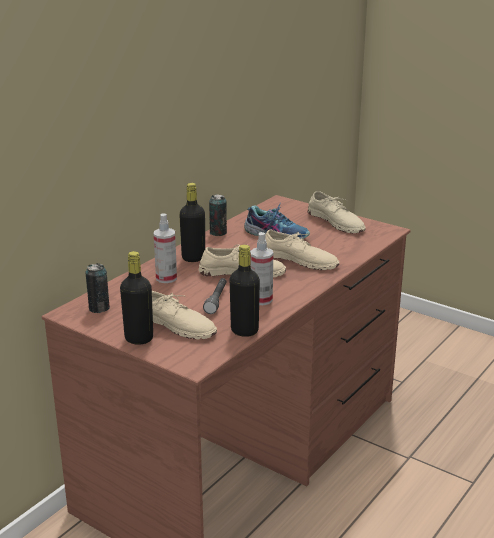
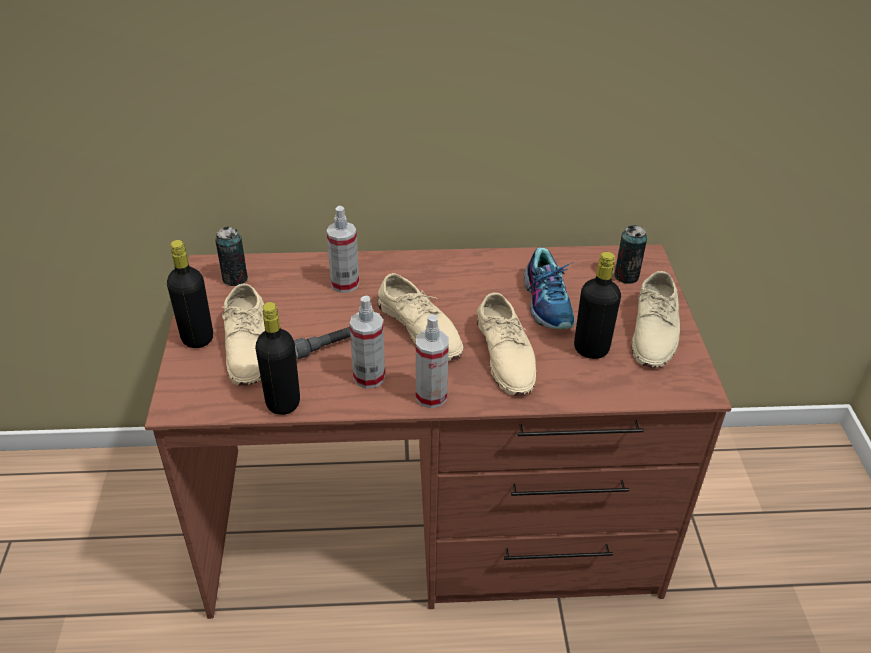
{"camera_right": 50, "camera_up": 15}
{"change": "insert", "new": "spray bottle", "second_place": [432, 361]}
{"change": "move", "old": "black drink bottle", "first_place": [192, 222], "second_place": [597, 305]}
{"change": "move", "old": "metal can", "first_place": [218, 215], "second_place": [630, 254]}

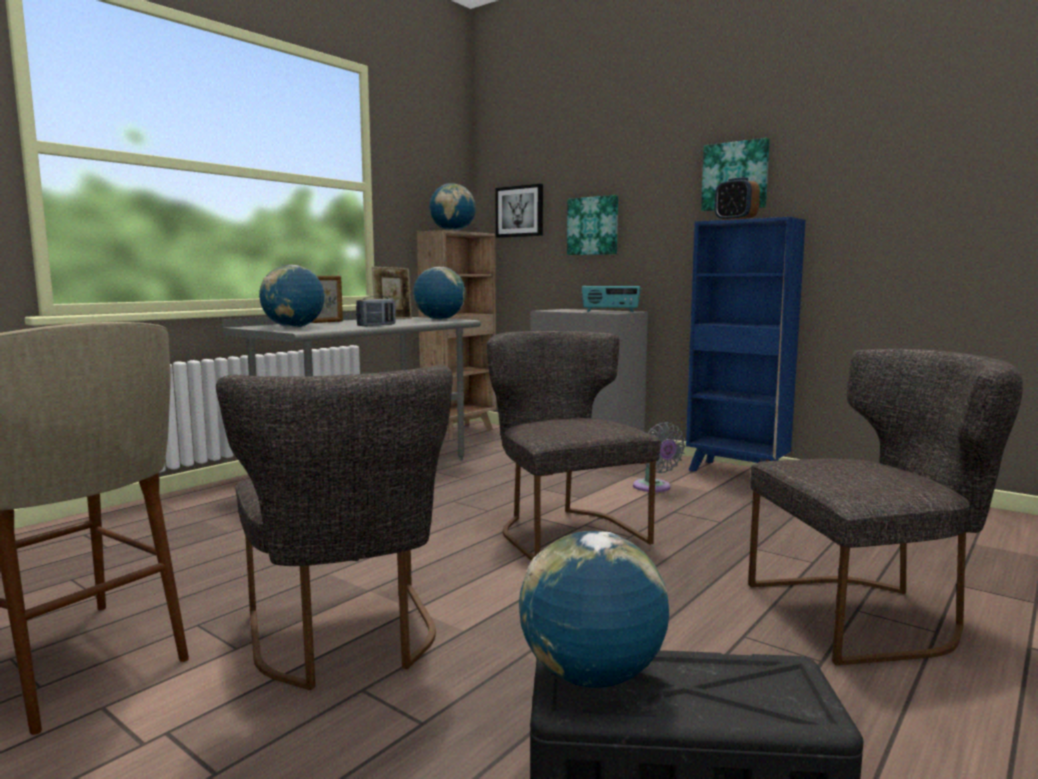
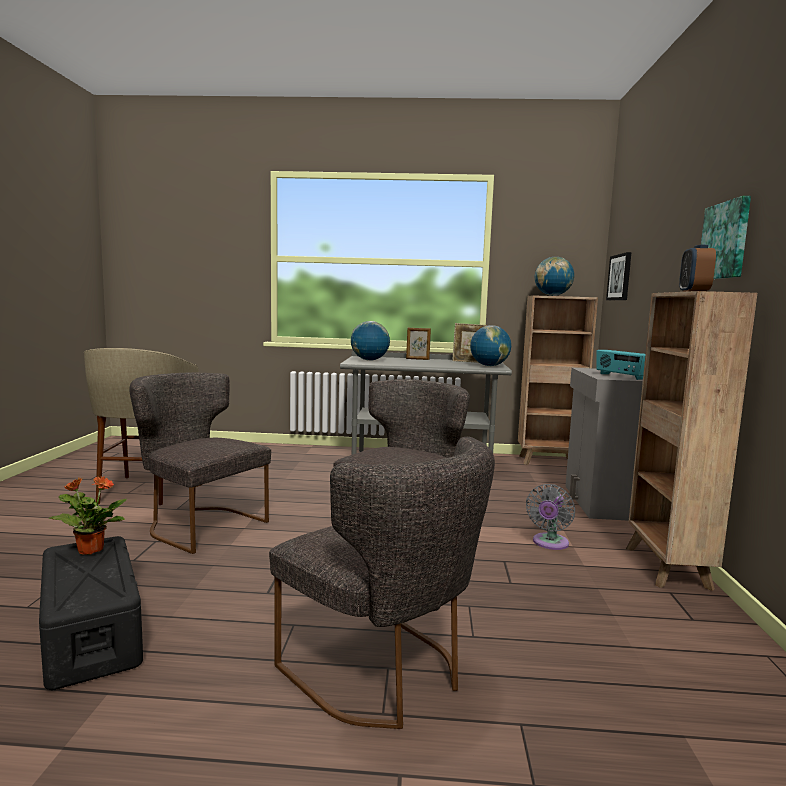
{"camera_right": 55, "camera_up": 0}
{"change": "replace", "old": "world globe", "new": "potted plant", "first_place": [594, 609], "second_place": [88, 515]}
{"change": "rotate", "old": "grey plain chair", "first_place": [334, 527], "second_place": [200, 463], "degrees": 90}
{"change": "recolor", "old": "blue-coloured shelving unit", "new": "brown-coloured shelving unit", "first_place": [746, 344], "second_place": [691, 441]}
{"change": "delete", "old": "radio receiver", "first_place": [376, 311]}
{"change": "delete", "old": "wall picture", "first_place": [592, 225]}

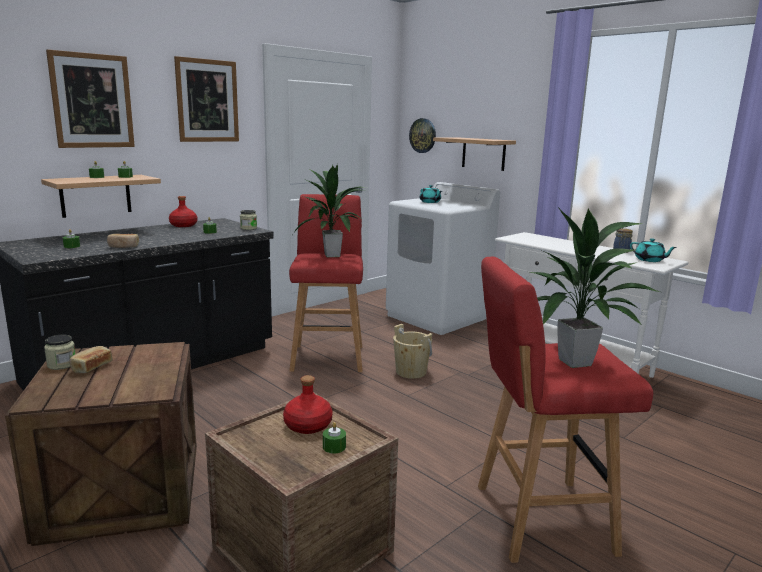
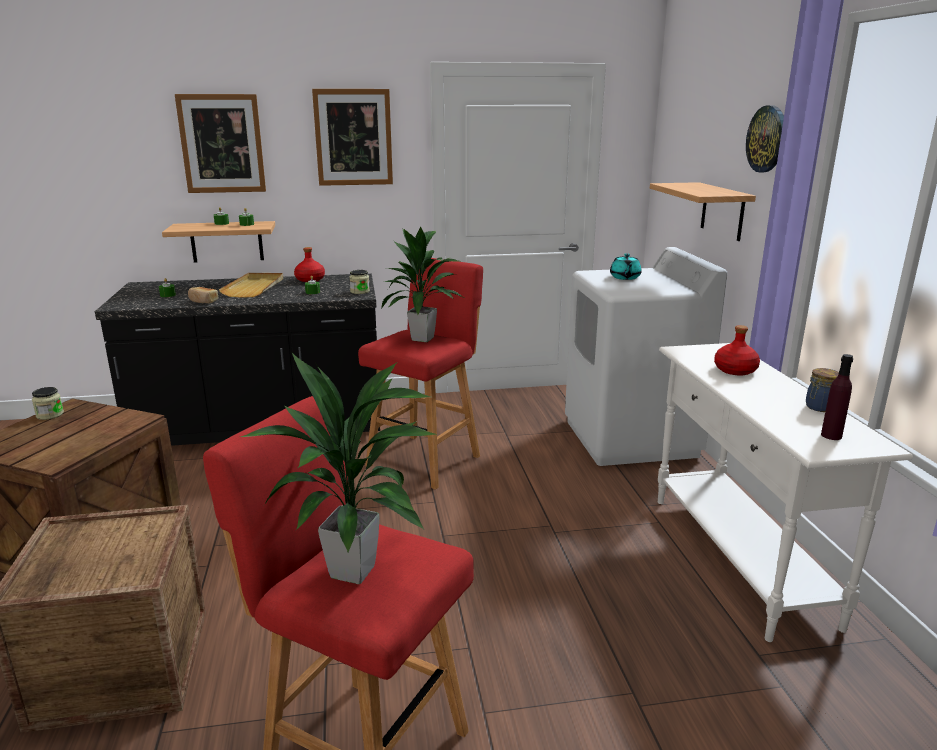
{"camera_right": 35, "camera_up": 5}
{"change": "insert", "new": "beige-coloured carrying tray", "second_place": [251, 285]}
{"change": "move", "old": "red drink bottle", "first_place": [308, 404], "second_place": [737, 350]}
{"change": "move", "old": "hanging clock", "first_place": [422, 135], "second_place": [765, 139]}
{"change": "replace", "old": "turquoise teapot", "new": "purple drink bottle", "first_place": [653, 250], "second_place": [837, 397]}
{"change": "delete", "old": "baked bread", "first_place": [91, 359]}
{"change": "delete", "old": "green-coloured candle", "first_place": [334, 438]}
{"change": "delete", "old": "beige-coloured pail", "first_place": [412, 351]}

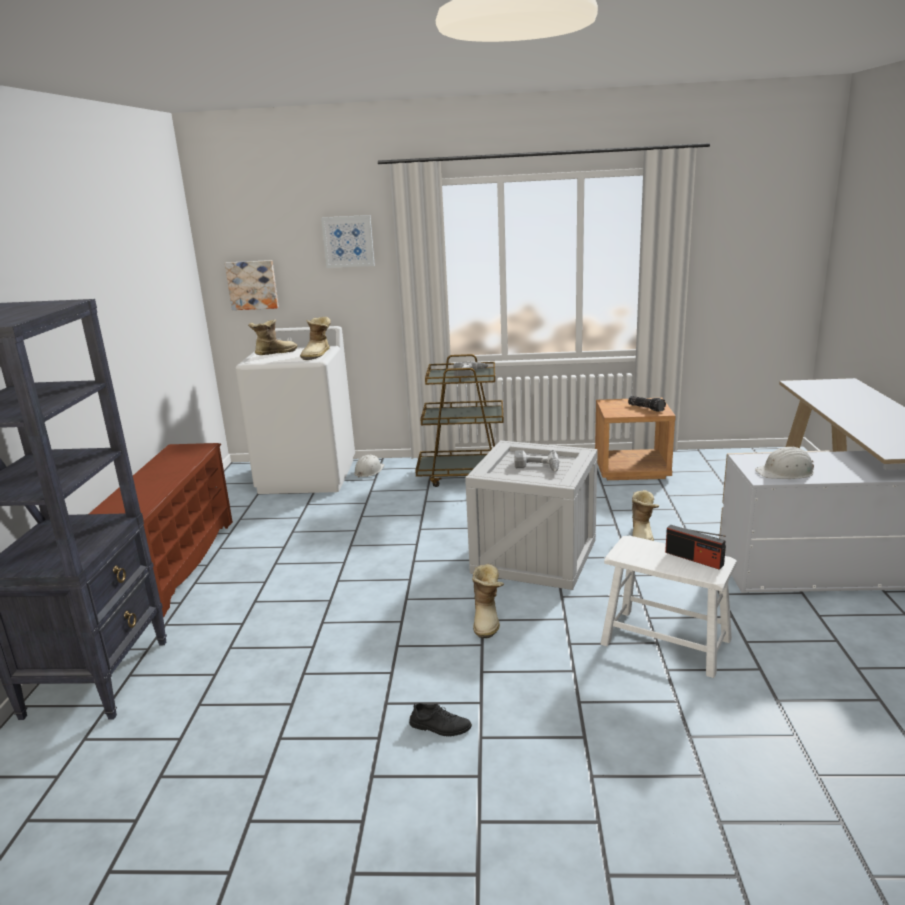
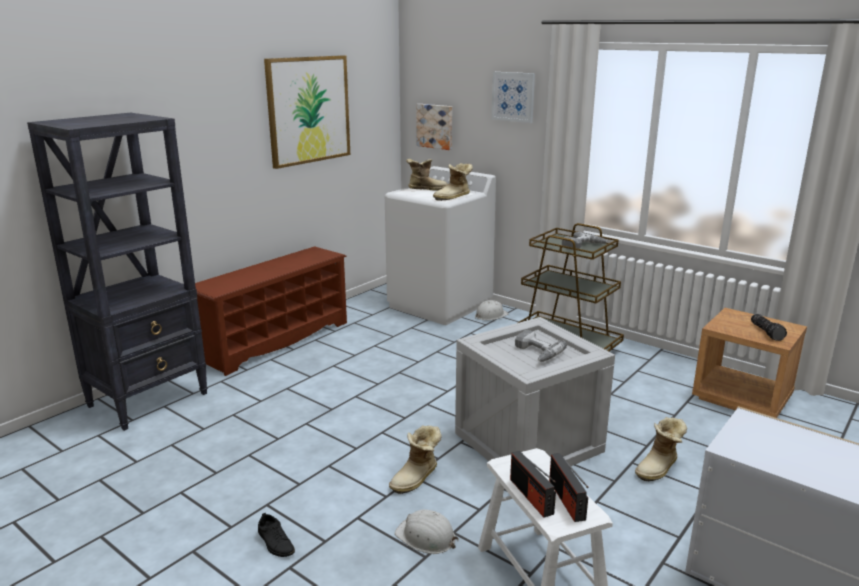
{"camera_right": 35, "camera_up": 0}
{"change": "insert", "new": "wall picture", "second_place": [307, 112]}
{"change": "move", "old": "white-coloured work helmet", "first_place": [784, 462], "second_place": [427, 532]}
{"change": "insert", "new": "radio receiver", "second_place": [533, 484]}

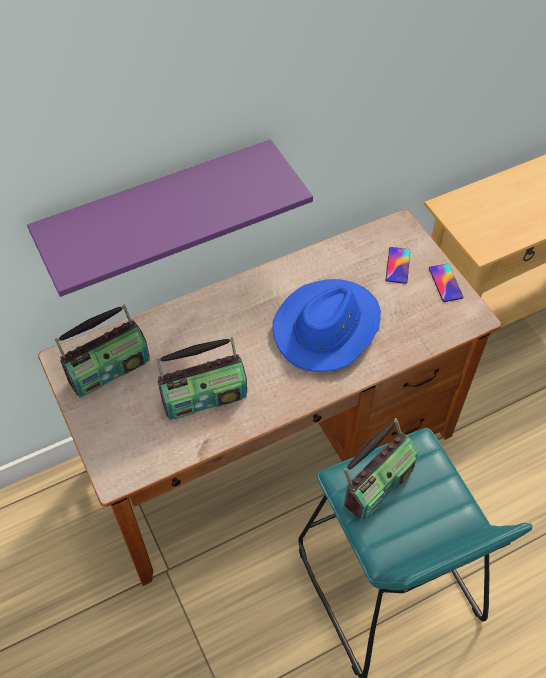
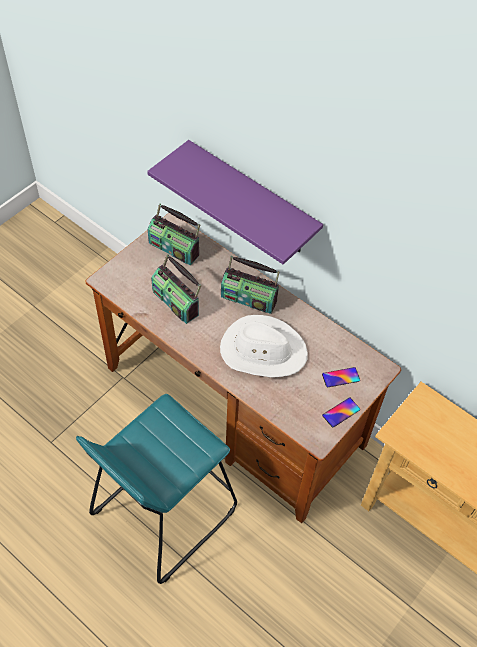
{"camera_right": 65, "camera_up": 0}
{"change": "recolor", "old": "blue-coloured wearable hat", "new": "white-coloured wearable hat", "first_place": [326, 325], "second_place": [264, 346]}
{"change": "move", "old": "radio receiver", "first_place": [380, 469], "second_place": [250, 285]}

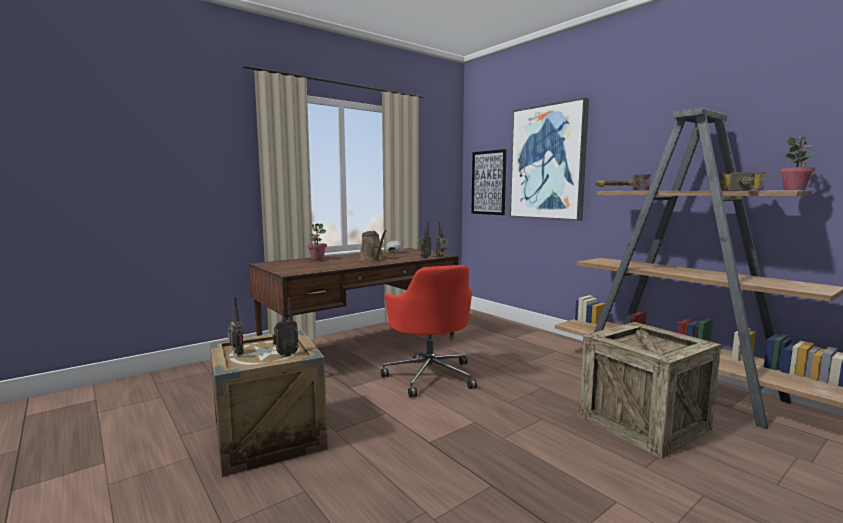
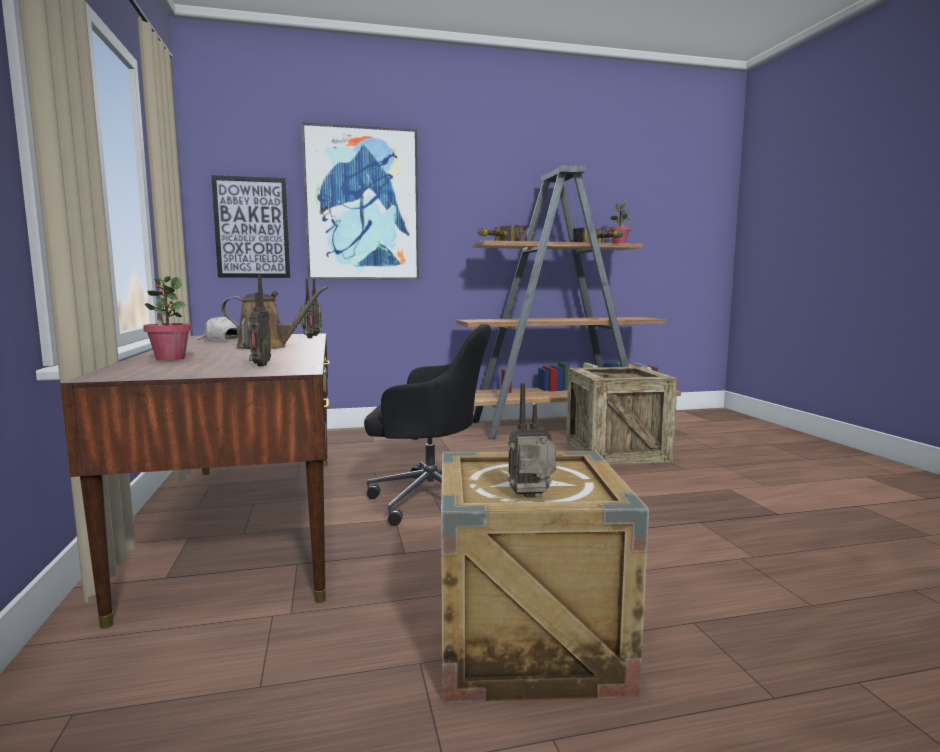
{"camera_right": -65, "camera_up": 0}
{"change": "move", "old": "radio receiver", "first_place": [286, 327], "second_place": [256, 320]}
{"change": "recolor", "old": "red computer chair", "new": "black computer chair", "first_place": [429, 331], "second_place": [427, 425]}

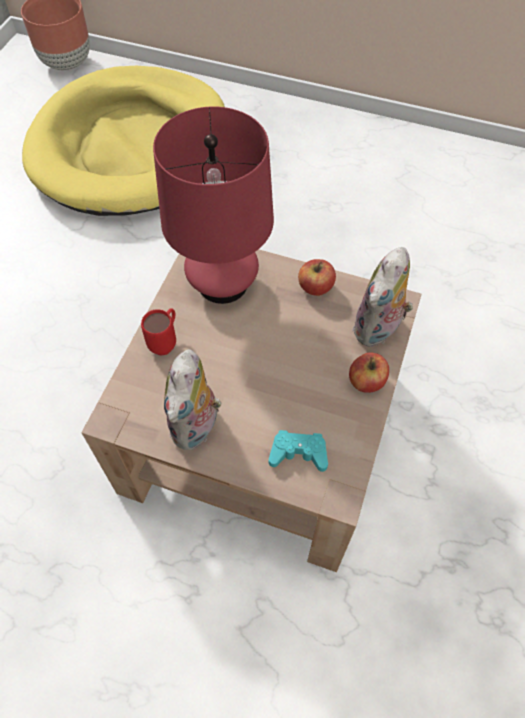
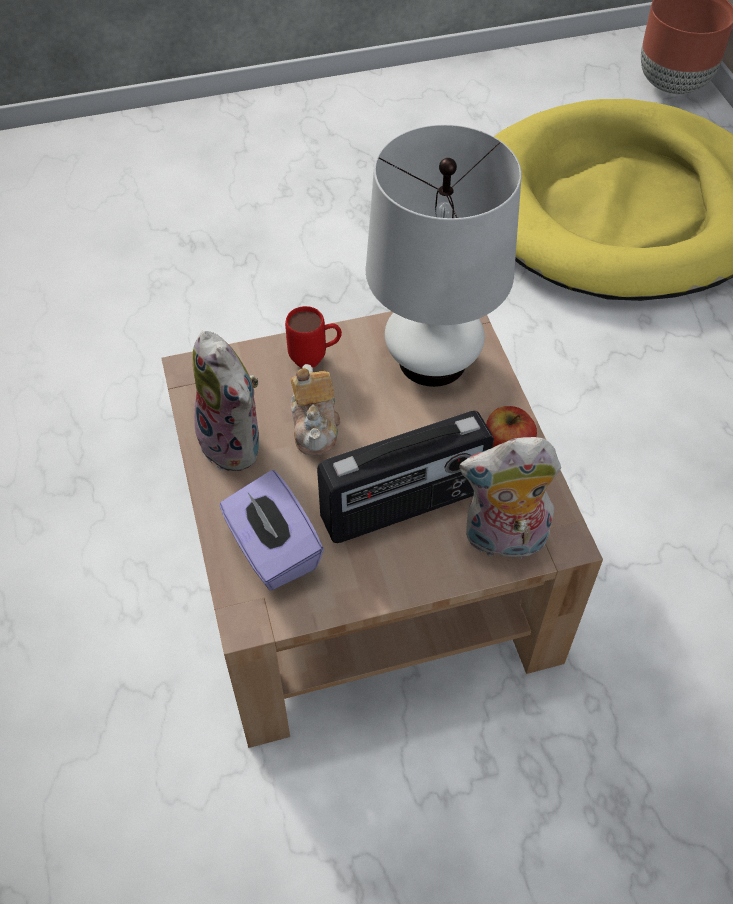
{"camera_right": 55, "camera_up": -5}
{"change": "rotate", "old": "plush toy", "first_place": [192, 399], "second_place": [226, 401], "degrees": -105}
{"change": "replace", "old": "turquoise game controller", "new": "purple tissue holder", "first_place": [298, 451], "second_place": [271, 530]}
{"change": "insert", "new": "teapot", "second_place": [315, 409]}
{"change": "insert", "new": "radio receiver", "second_place": [405, 477]}
{"change": "recolor", "old": "red table lamp", "new": "white-coloured table lamp", "first_place": [213, 205], "second_place": [444, 256]}
{"change": "delete", "old": "whole apple", "first_place": [369, 372]}

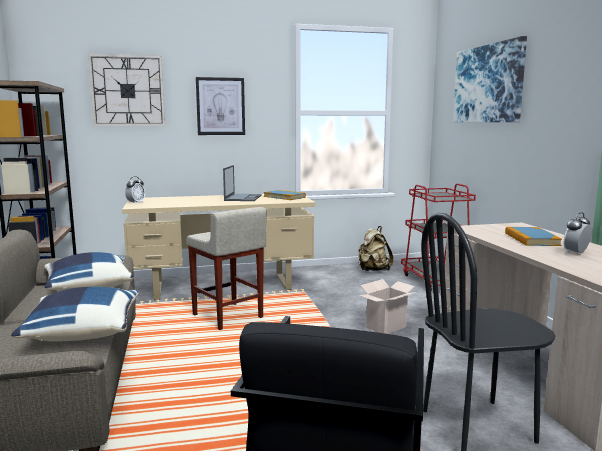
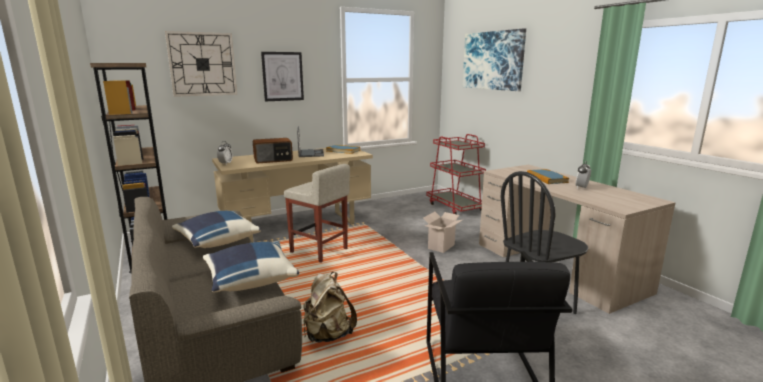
{"camera_right": -15, "camera_up": 5}
{"change": "insert", "new": "radio receiver", "second_place": [273, 150]}
{"change": "move", "old": "beige-coloured rucksack", "first_place": [375, 248], "second_place": [330, 307]}

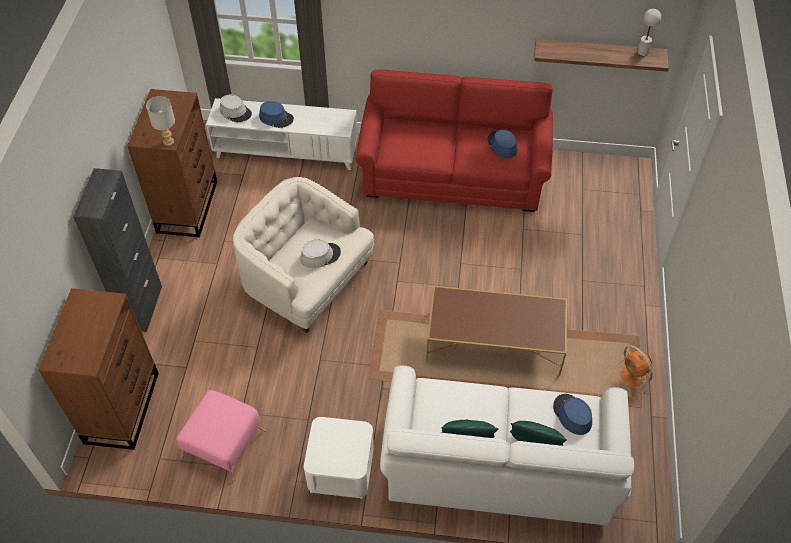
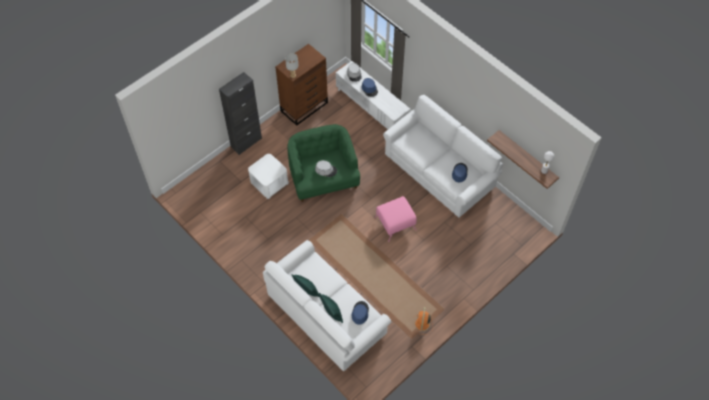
{"camera_right": 40, "camera_up": 5}
{"change": "move", "old": "white-coloured accent table", "first_place": [339, 458], "second_place": [268, 176]}
{"change": "recolor", "old": "white-coloured easy chair", "new": "green-coloured easy chair", "first_place": [303, 255], "second_place": [324, 163]}
{"change": "move", "old": "pinkish ottoman", "first_place": [221, 436], "second_place": [396, 219]}
{"change": "recolor", "old": "red couch", "new": "white-coloured couch", "first_place": [454, 140], "second_place": [443, 156]}
{"change": "delete", "old": "brown-coloured dresser", "first_place": [98, 369]}
{"change": "delete", "old": "brown-coloured lounge table", "first_place": [496, 331]}

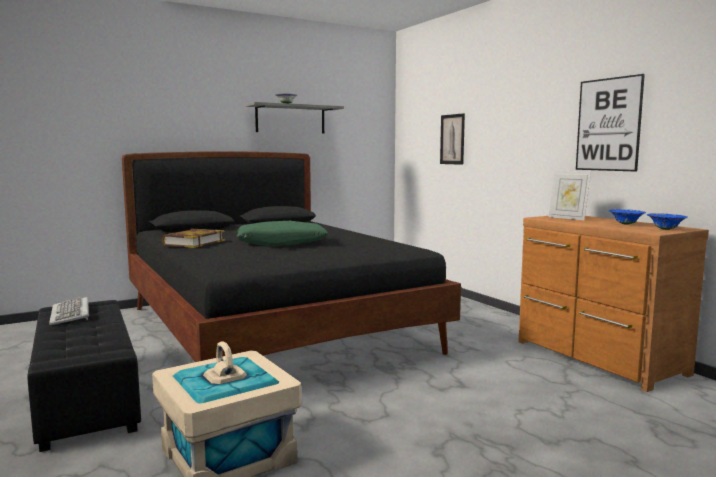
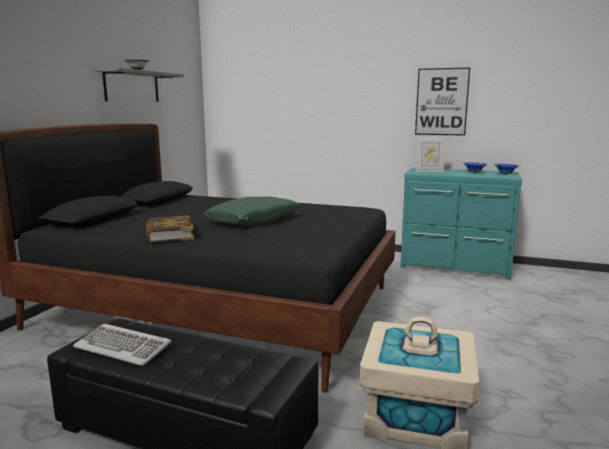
{"camera_right": -40, "camera_up": 5}
{"change": "recolor", "old": "brown-coloured dresser", "new": "turquoise dresser", "first_place": [613, 304], "second_place": [461, 224]}
{"change": "delete", "old": "wall picture", "first_place": [452, 139]}

